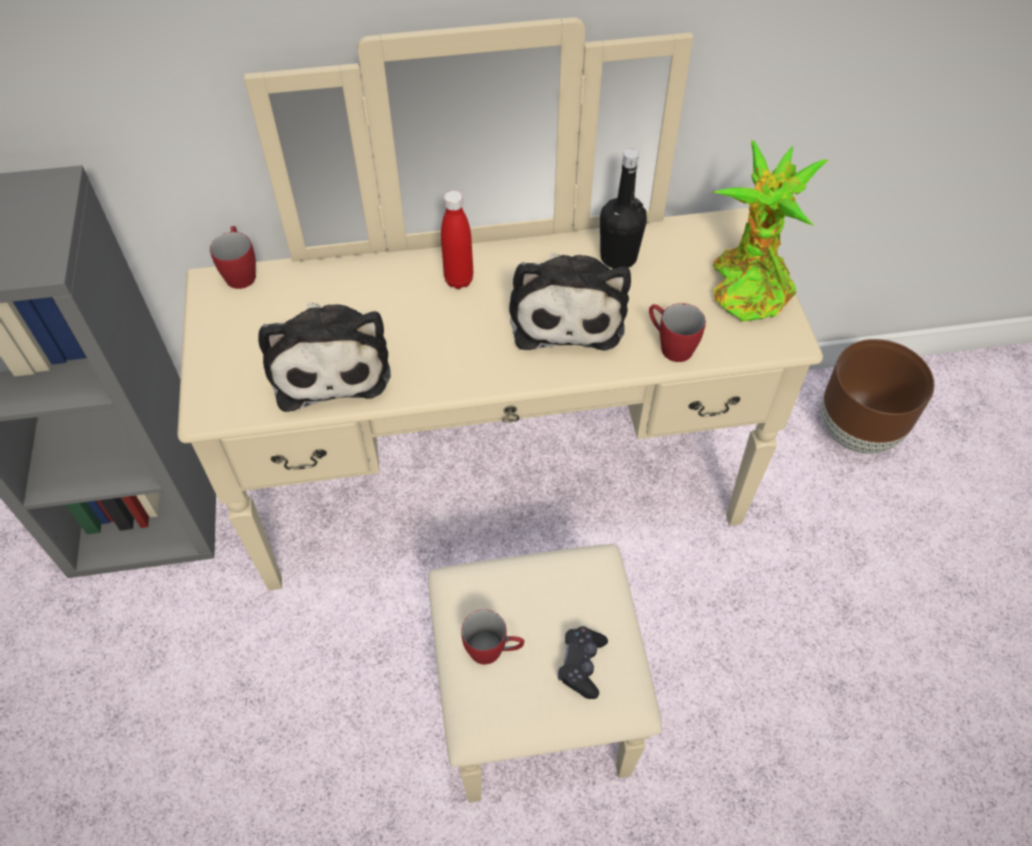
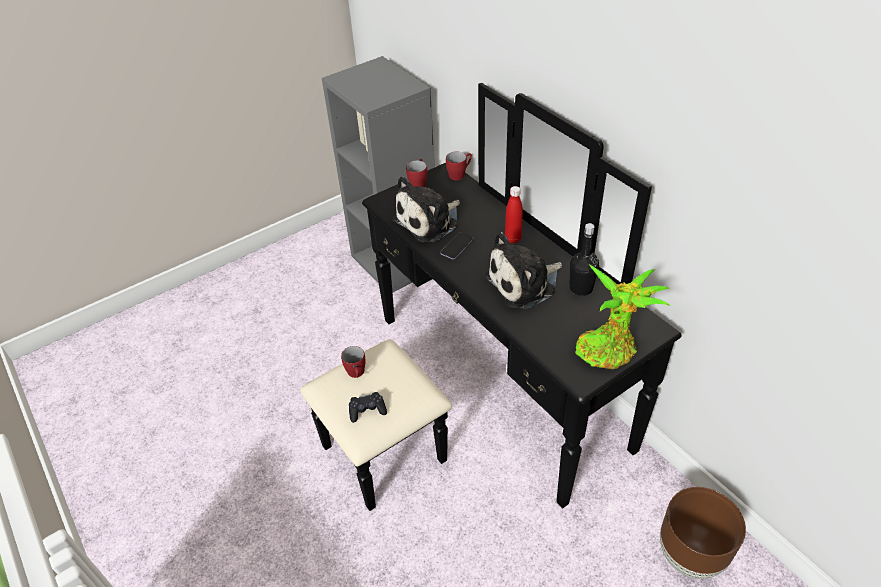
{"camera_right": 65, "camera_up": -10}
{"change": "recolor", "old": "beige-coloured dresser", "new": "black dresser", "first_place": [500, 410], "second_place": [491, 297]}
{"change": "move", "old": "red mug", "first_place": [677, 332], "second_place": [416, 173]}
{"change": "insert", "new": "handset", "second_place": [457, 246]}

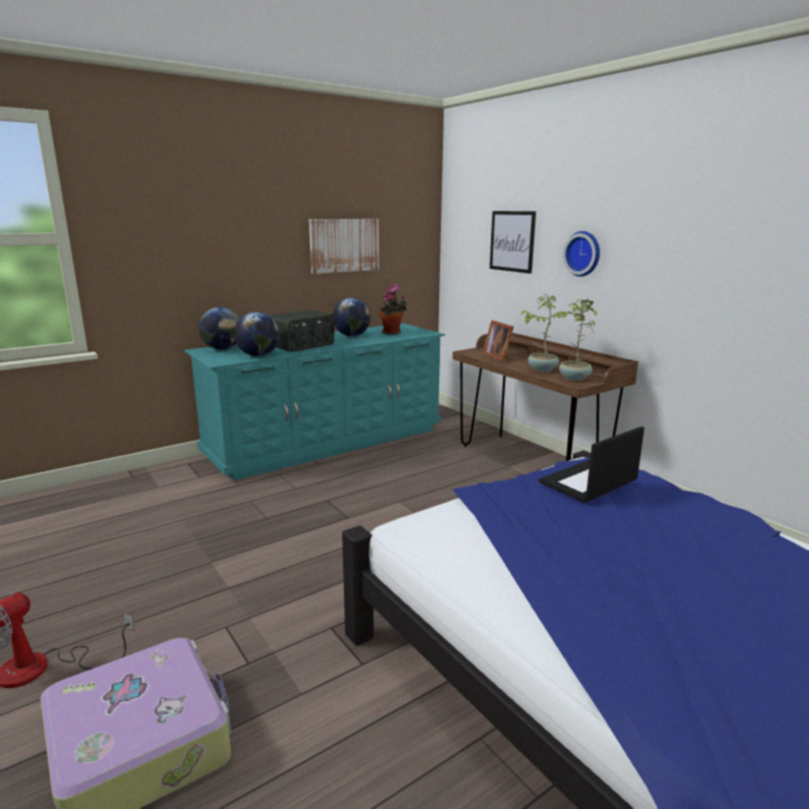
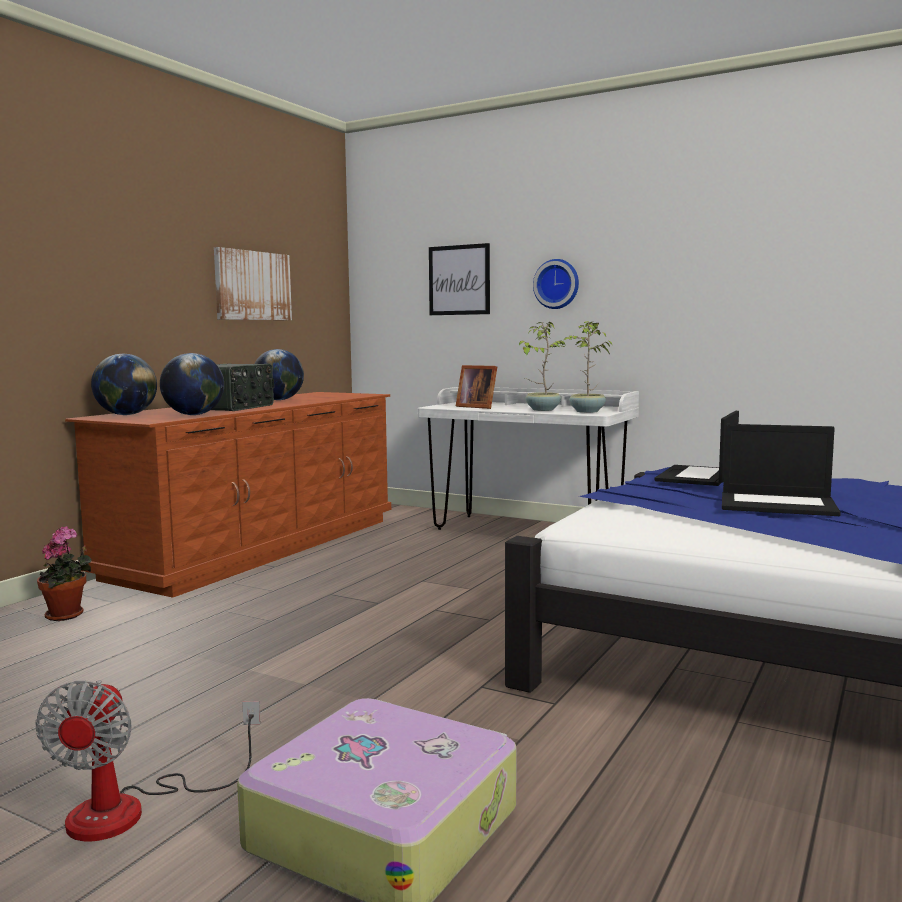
{"camera_right": -25, "camera_up": -10}
{"change": "move", "old": "potted plant", "first_place": [393, 309], "second_place": [64, 573]}
{"change": "recolor", "old": "turquoise dresser", "new": "brown-coloured dresser", "first_place": [314, 402], "second_place": [228, 495]}
{"change": "recolor", "old": "brown-coloured desk unit", "new": "white-coloured desk unit", "first_place": [545, 397], "second_place": [528, 458]}
{"change": "insert", "new": "laptop", "second_place": [781, 470]}

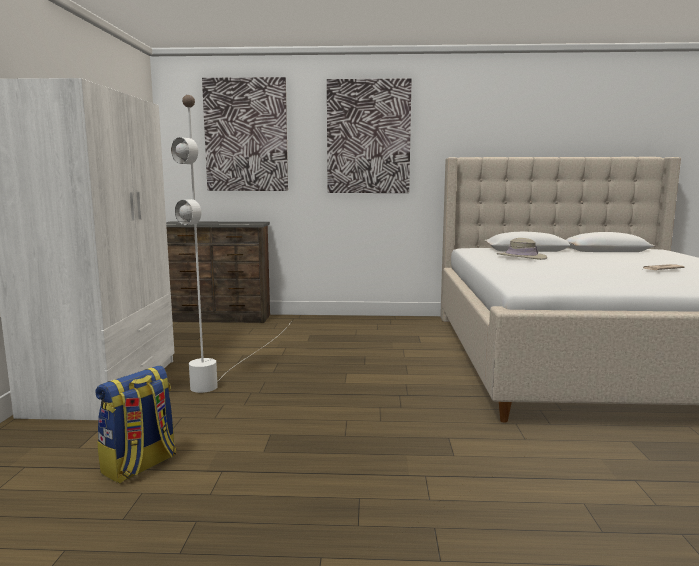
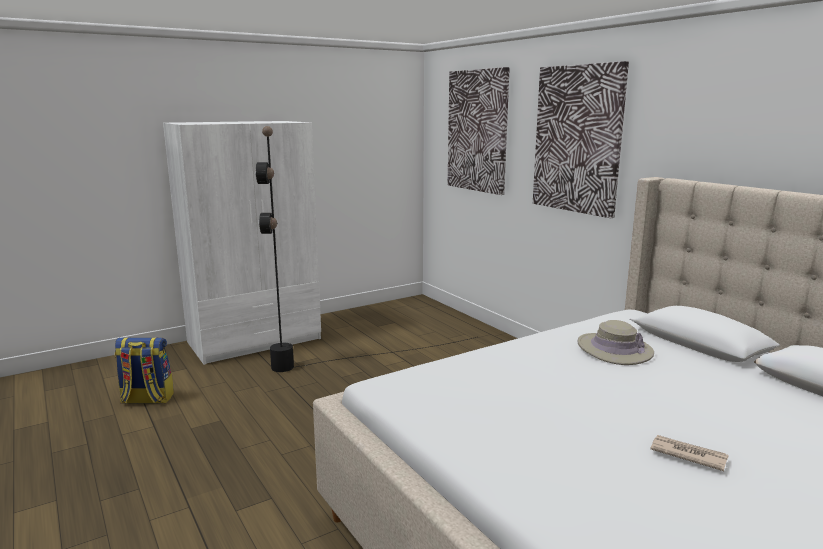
{"camera_right": 55, "camera_up": 5}
{"change": "recolor", "old": "white-coloured floor lamp", "new": "black floor lamp", "first_place": [231, 244], "second_place": [365, 249]}
{"change": "delete", "old": "brown-coloured dresser", "first_place": [218, 272]}

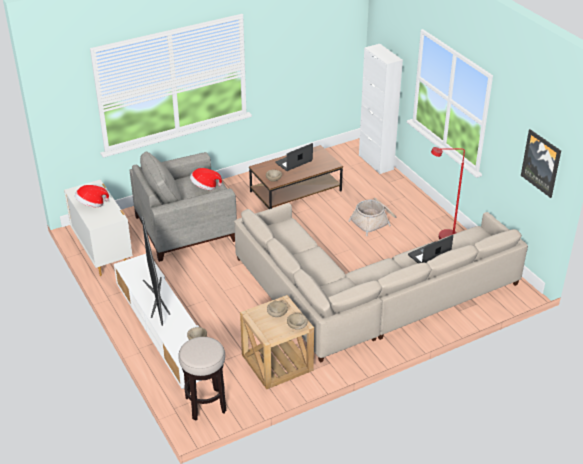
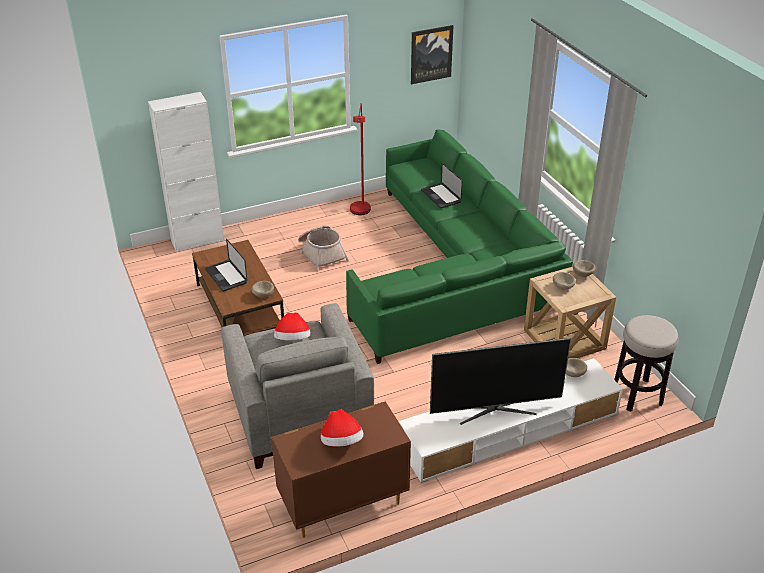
{"camera_right": -85, "camera_up": 0}
{"change": "recolor", "old": "white-coloured dresser", "new": "brown-coloured dresser", "first_place": [98, 228], "second_place": [341, 469]}
{"change": "recolor", "old": "beige-coloured couch", "new": "green-coloured couch", "first_place": [381, 283], "second_place": [459, 246]}

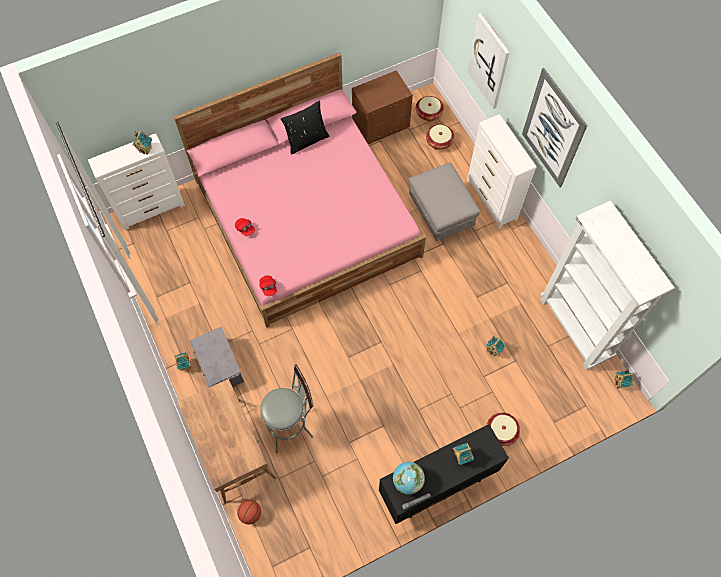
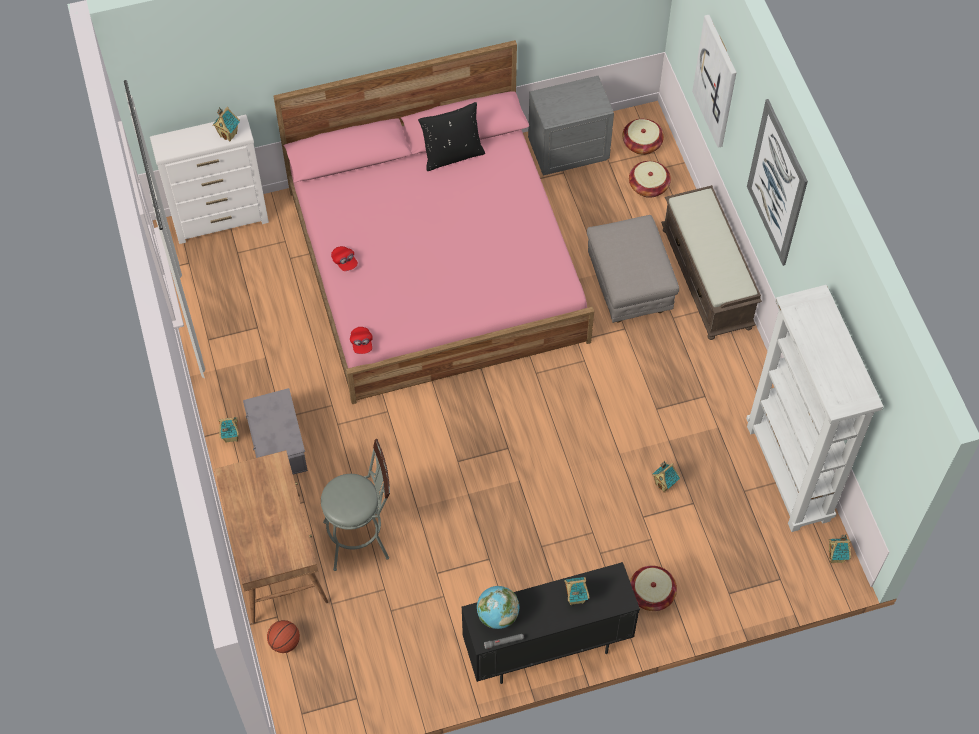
{"camera_right": 10, "camera_up": -5}
{"change": "recolor", "old": "brown-coloured nightstand", "new": "grey nightstand", "first_place": [382, 107], "second_place": [571, 126]}
{"change": "replace", "old": "white-coloured dresser", "new": "brown-coloured long seat", "first_place": [502, 171], "second_place": [711, 262]}

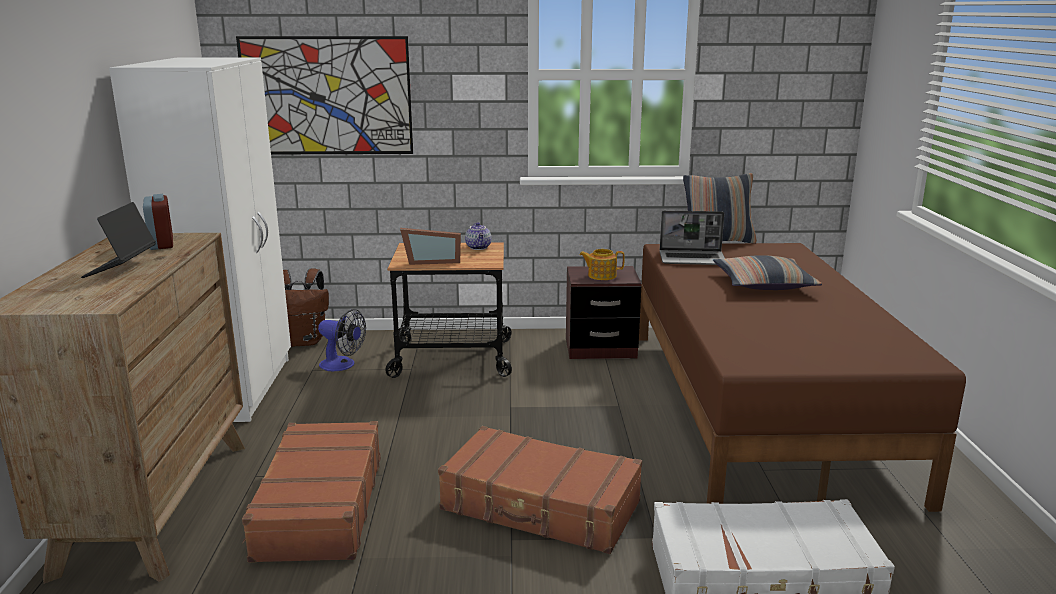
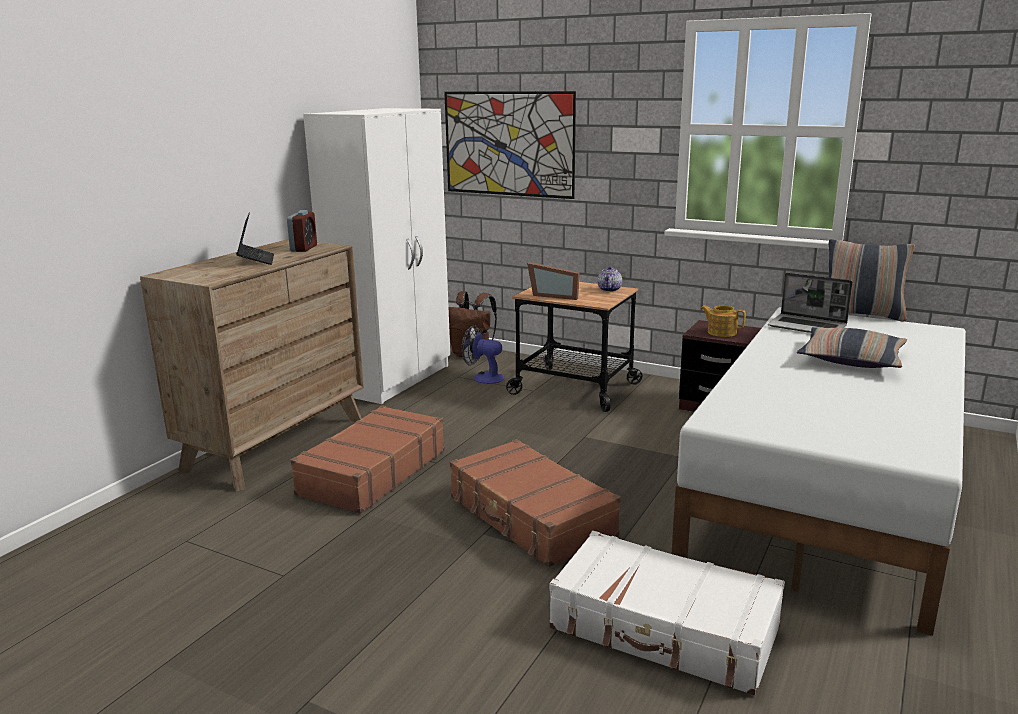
{"camera_right": 30, "camera_up": 0}
{"change": "rotate", "old": "laptop", "first_place": [118, 240], "second_place": [255, 239], "degrees": 135}
{"change": "rotate", "old": "cooling fan", "first_place": [342, 340], "second_place": [483, 354], "degrees": 150}
{"change": "recolor", "old": "brown-coloured bedroom bed", "new": "white-coloured bedroom bed", "first_place": [802, 377], "second_place": [819, 471]}

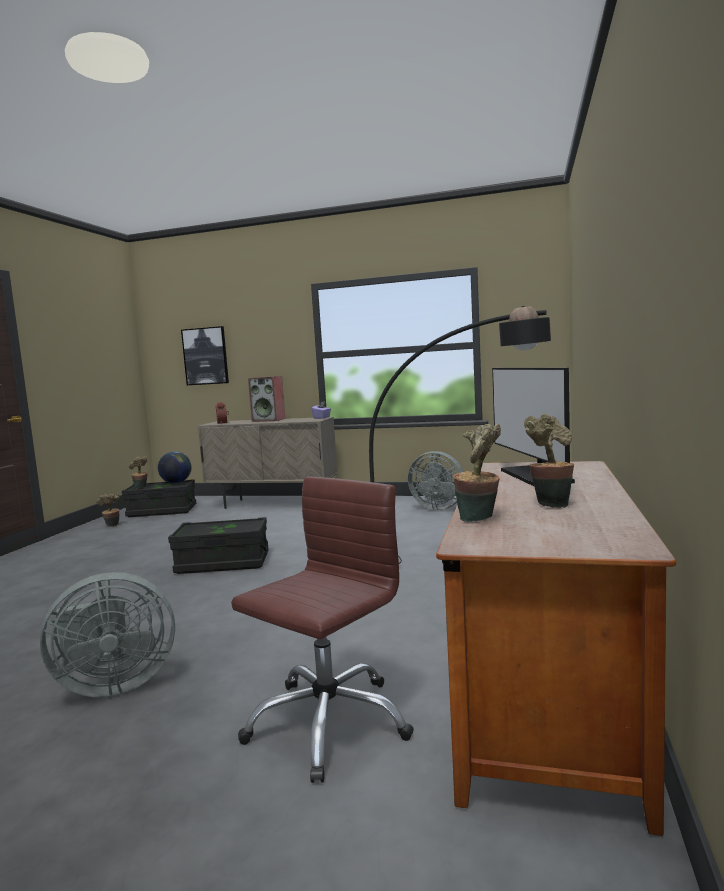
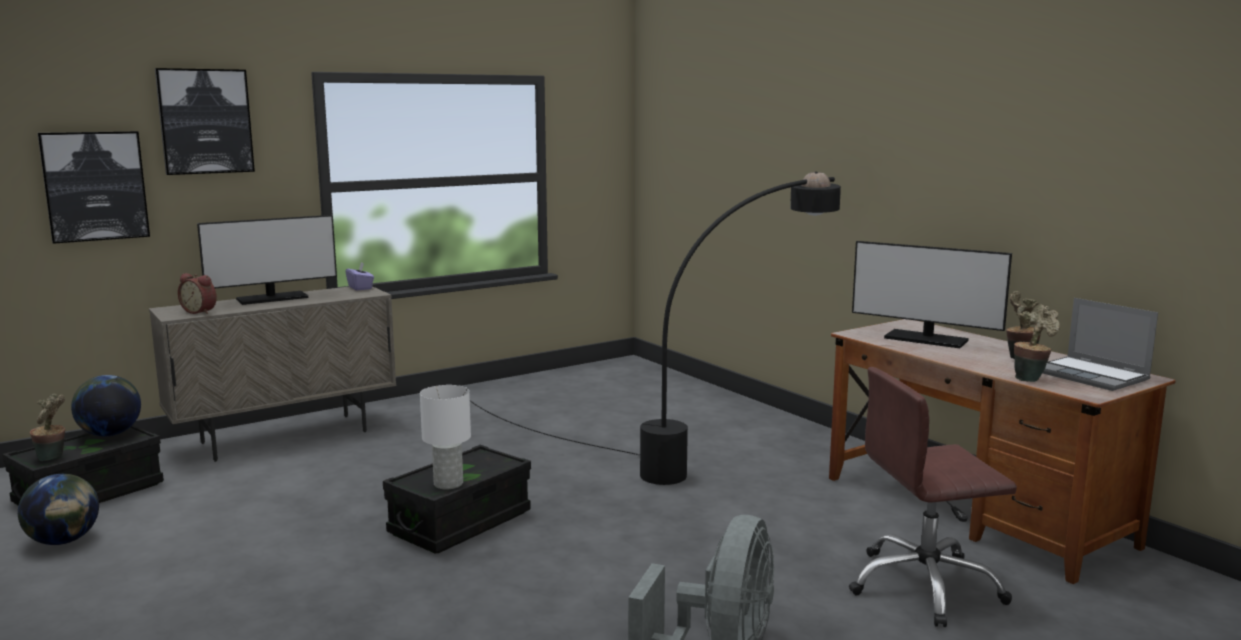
{"camera_right": -50, "camera_up": 5}
{"change": "replace", "old": "potted plant", "new": "world globe", "first_place": [107, 510], "second_place": [58, 509]}
{"change": "insert", "new": "wall picture", "second_place": [205, 121]}
{"change": "replace", "old": "audio speaker", "new": "computer screen", "first_place": [266, 399], "second_place": [267, 260]}
{"change": "insert", "new": "white-coloured table lamp", "second_place": [445, 437]}
{"change": "rotate", "old": "brown-coloured computer chair", "first_place": [322, 629], "second_place": [933, 497], "degrees": -90}
{"change": "insert", "new": "laptop", "second_place": [1100, 344]}
{"change": "delete", "old": "grey cooling fan", "first_place": [436, 480]}

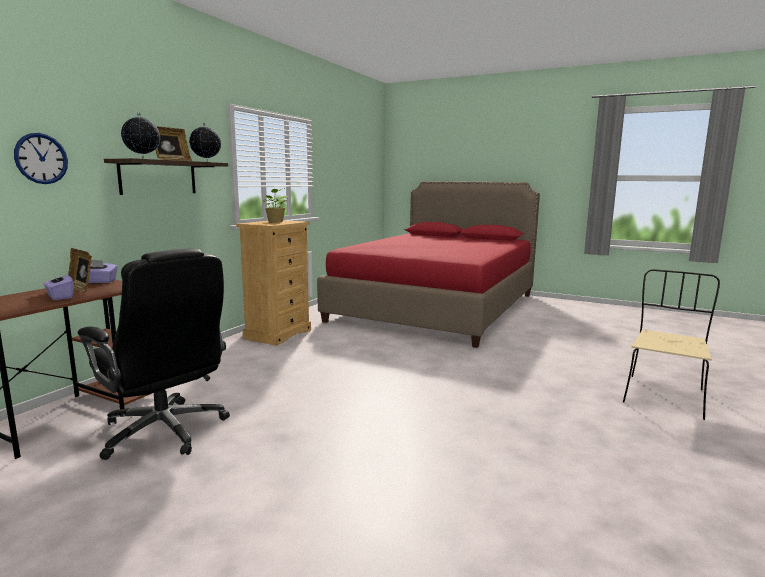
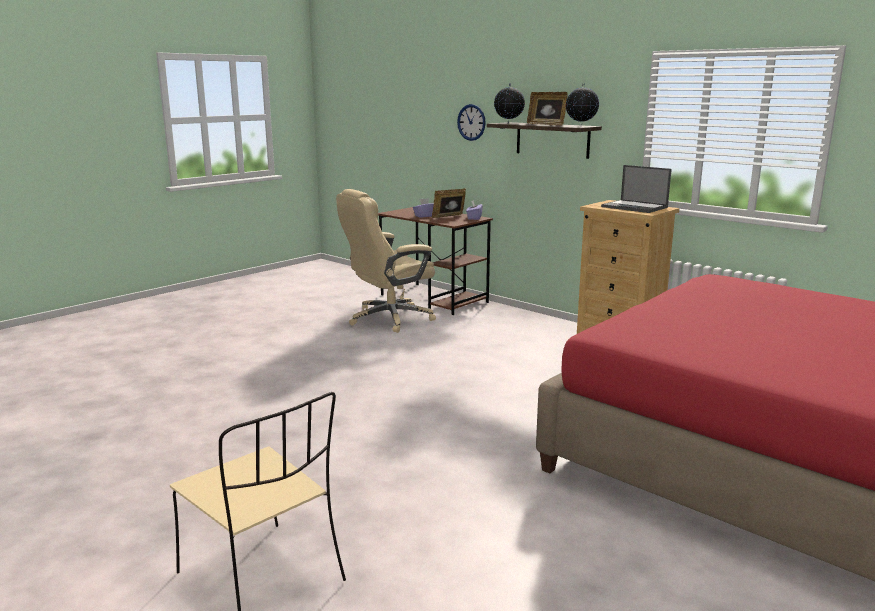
{"camera_right": 105, "camera_up": 5}
{"change": "recolor", "old": "black computer chair", "new": "beige-coloured computer chair", "first_place": [154, 354], "second_place": [386, 261]}
{"change": "replace", "old": "potted plant", "new": "laptop", "first_place": [275, 205], "second_place": [636, 189]}

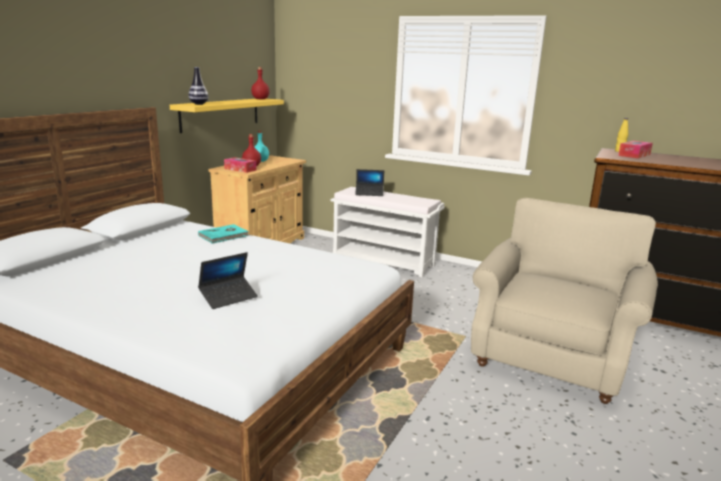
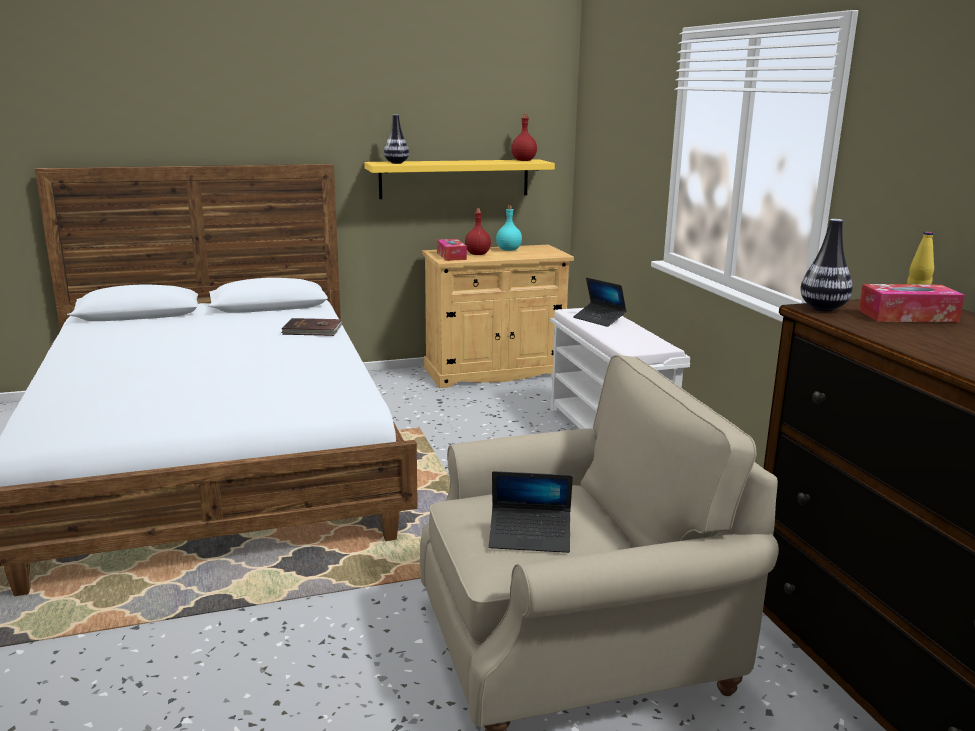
{"camera_right": 45, "camera_up": 0}
{"change": "recolor", "old": "turquoise bound book", "new": "brown-coloured bound book", "first_place": [224, 234], "second_place": [311, 327]}
{"change": "move", "old": "laptop", "first_place": [228, 280], "second_place": [531, 512]}
{"change": "insert", "new": "vase", "second_place": [826, 265]}

